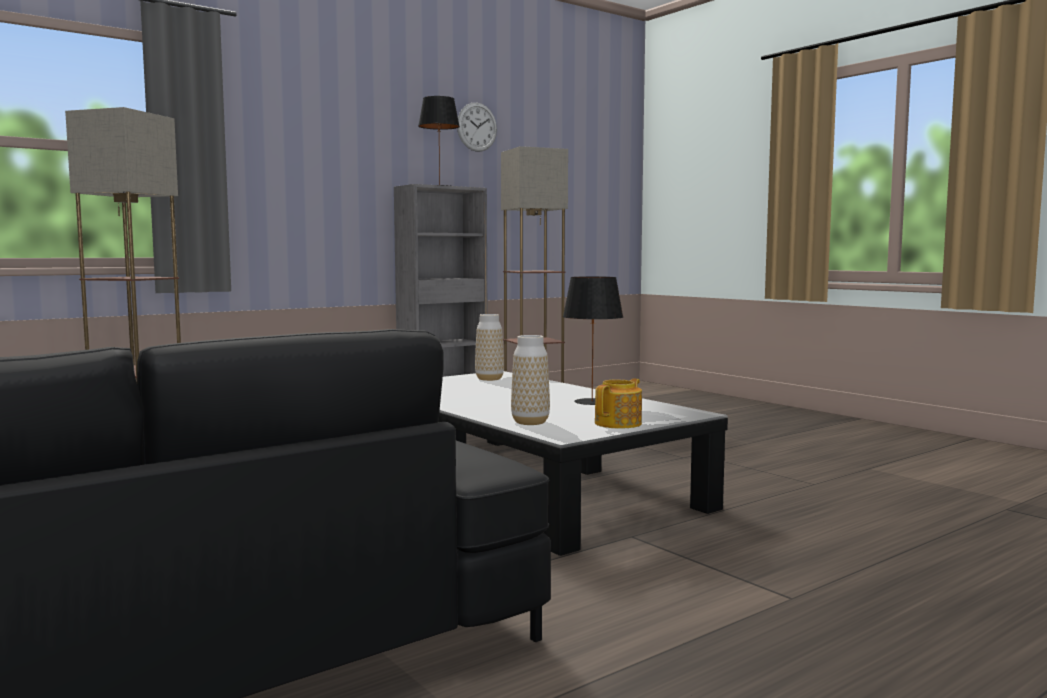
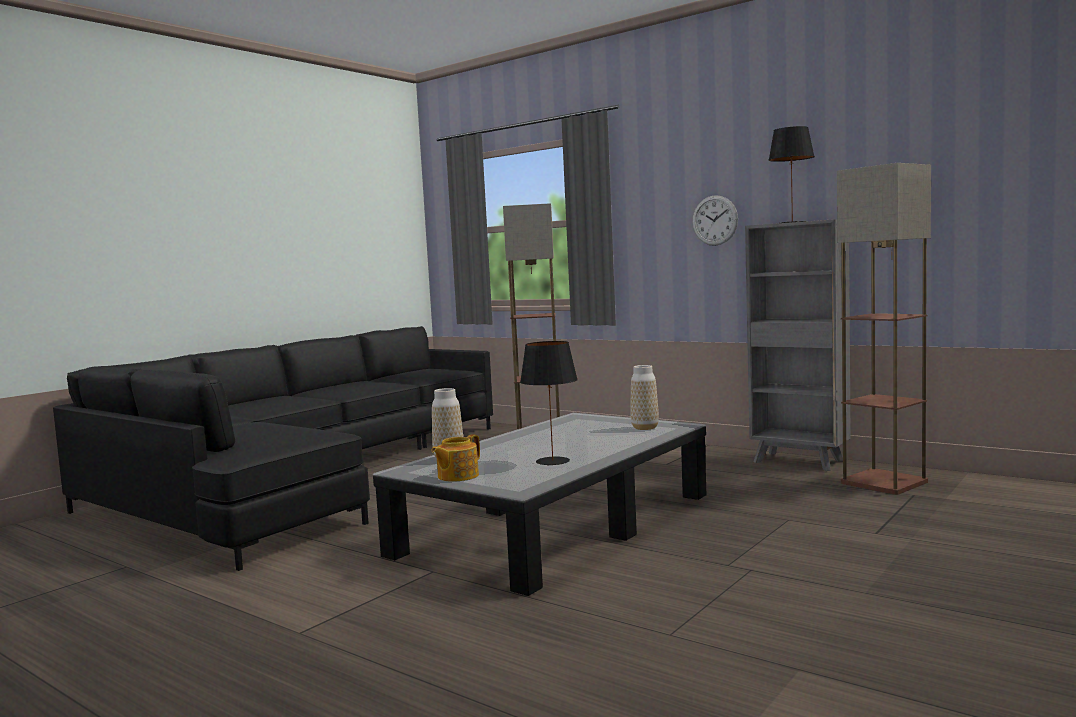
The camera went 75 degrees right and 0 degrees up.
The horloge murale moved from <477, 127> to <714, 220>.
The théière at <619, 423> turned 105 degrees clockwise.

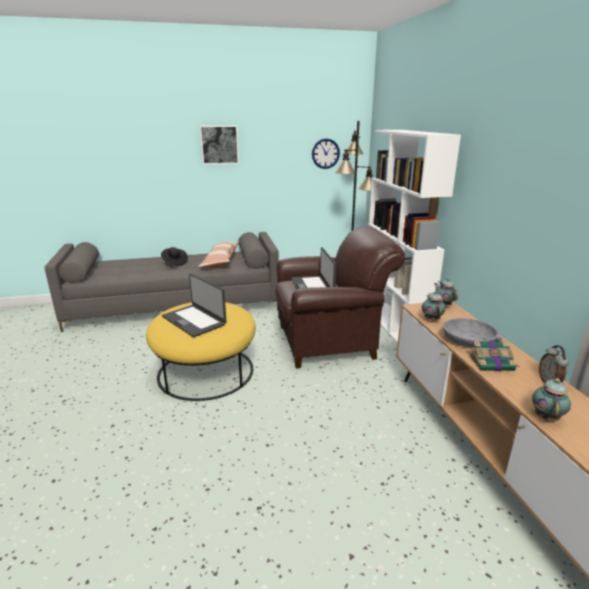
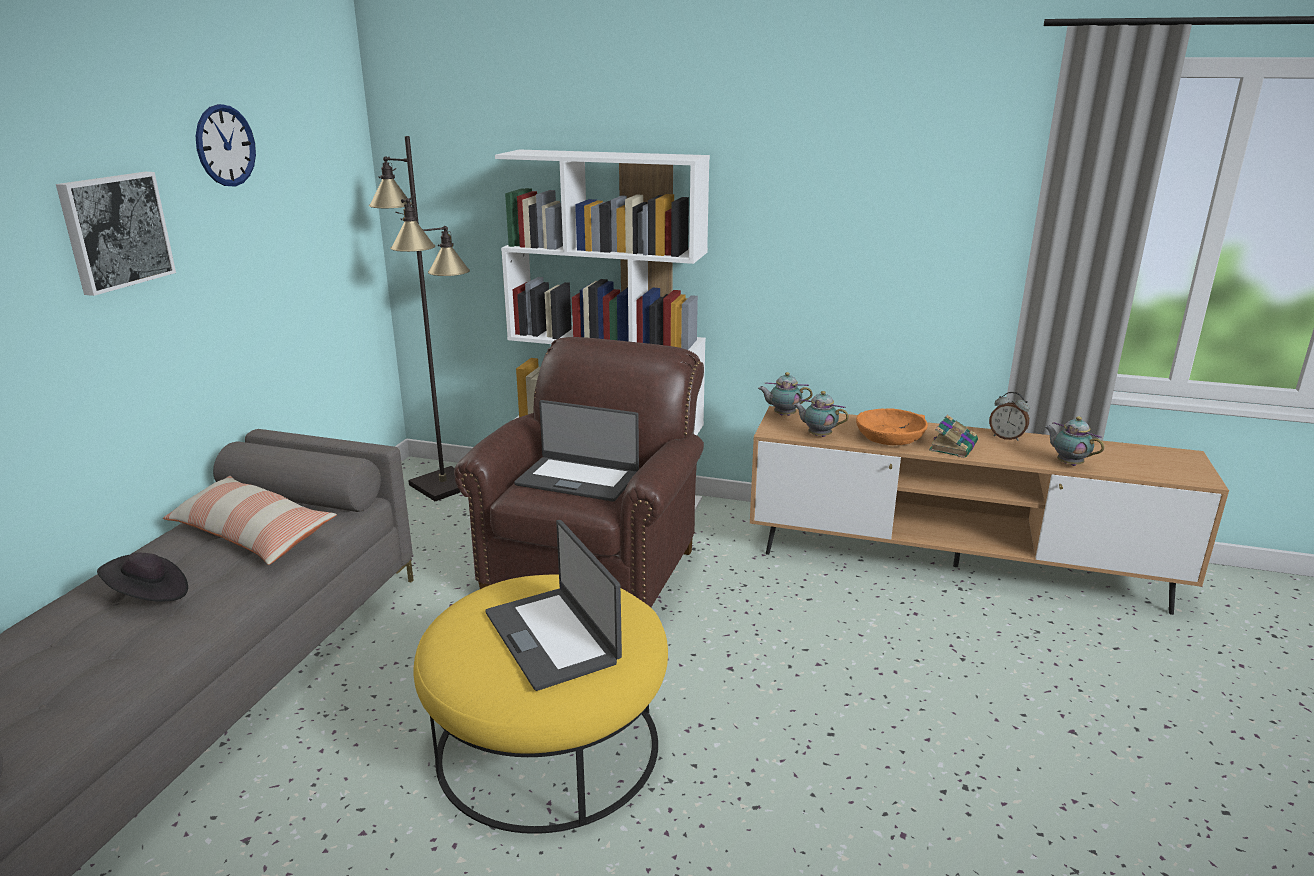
The camera went 60 degrees left and 0 degrees up.
The horloge murale moved from <325, 153> to <225, 145>.
The bol/gris at <468, 340> became the bol/orange at <890, 437>.
The ordinateur portable at <194, 320> turned 75 degrees clockwise.

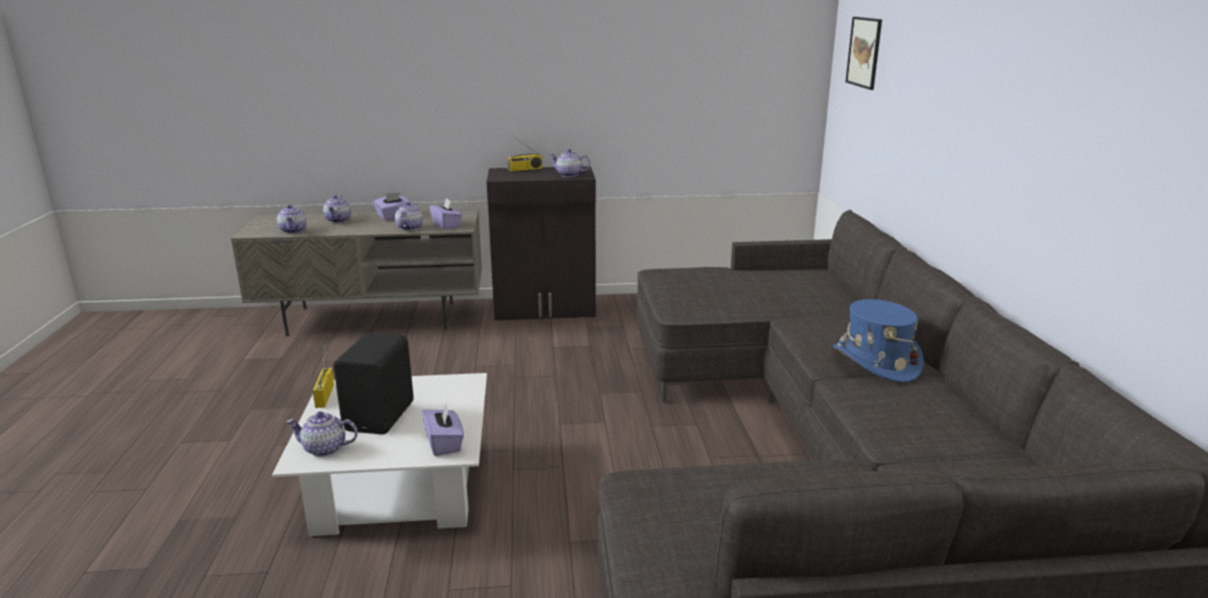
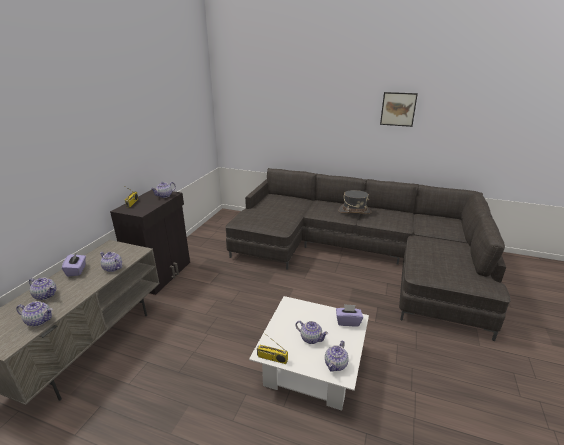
The camera went 65 degrees left and 5 degrees up.
The boîte à mouchoirs/violet at <446, 225> disappeared.
The tableau moved from <864, 52> to <398, 109>.
The enceinte/noir at <382, 416> was replaced by the théière at <311, 338>.
The chapeau/bleu at <875, 362> became the chapeau/gris at <354, 211>.

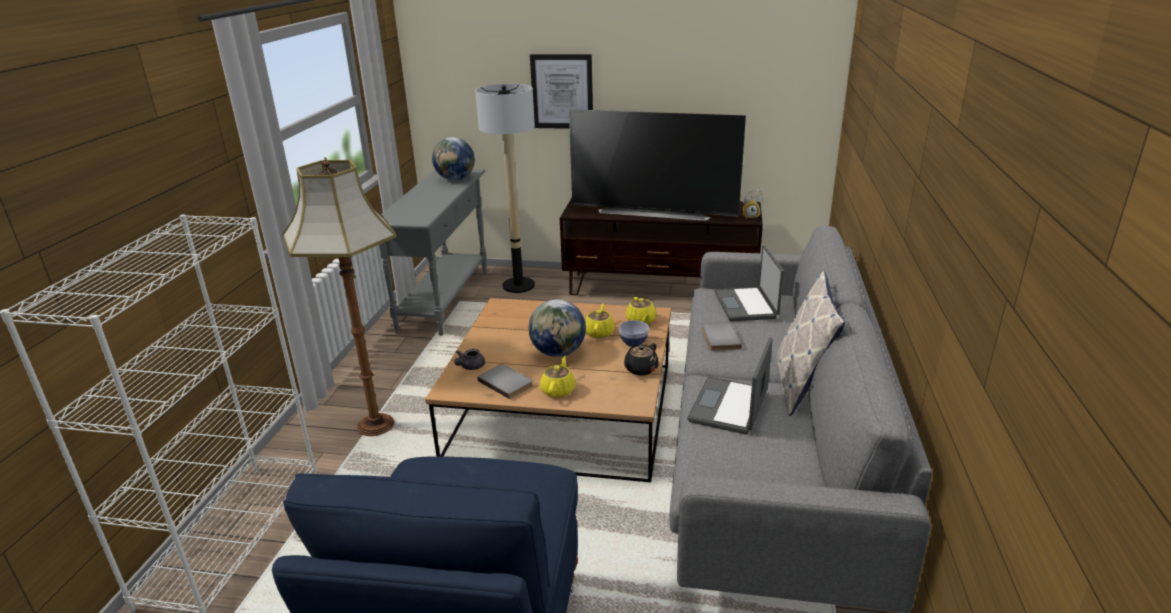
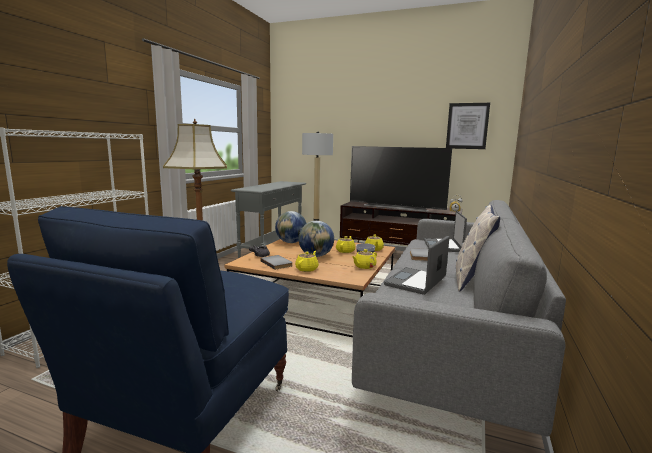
The camera went 10 degrees right and 15 degrees down.
The globe moved from <455, 179> to <291, 242>.
The tableau moved from <562, 91> to <467, 126>.
The théière/noir at <640, 369> became the théière/jaune at <364, 266>.

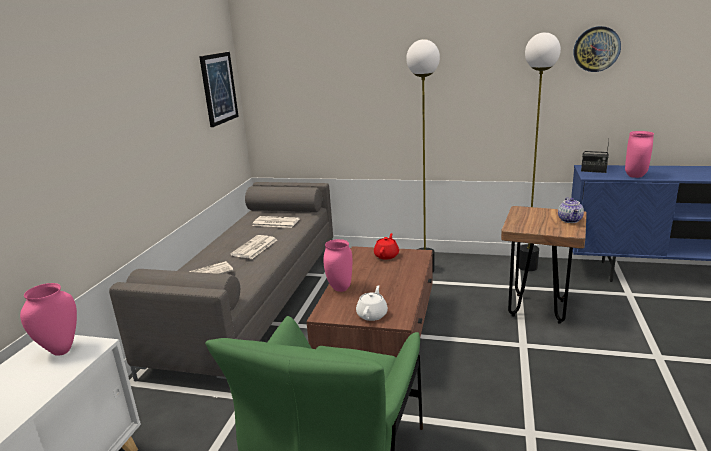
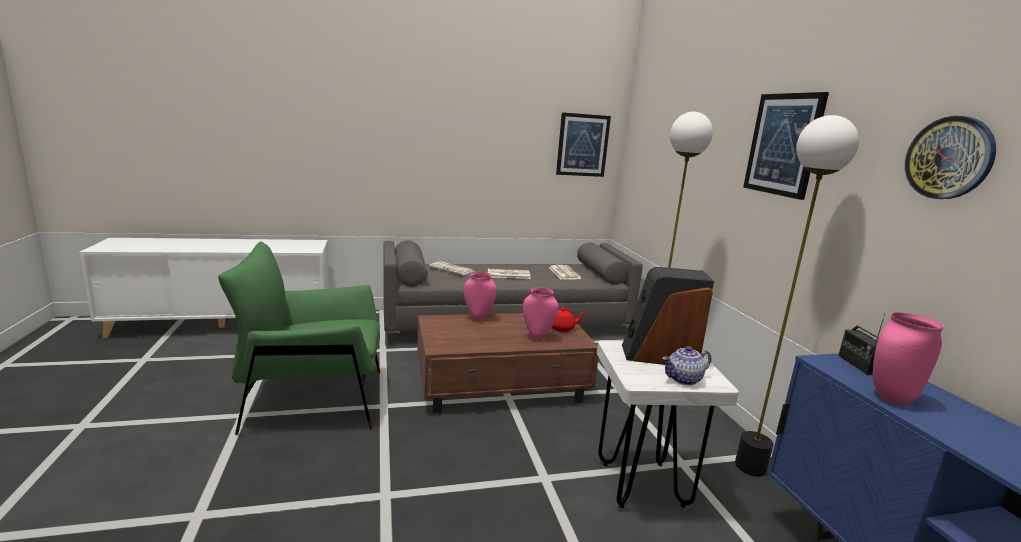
The camera went 60 degrees right and 5 degrees down.
The théière/blanc at <372, 314> disappeared.
The enceinte at <659, 355> appeared.
The tableau at <783, 144> appeared.
The vase/rose moved from <61, 351> to <537, 338>.
The tabouret/marron at <538, 308> became the tabouret/blanc at <642, 484>.

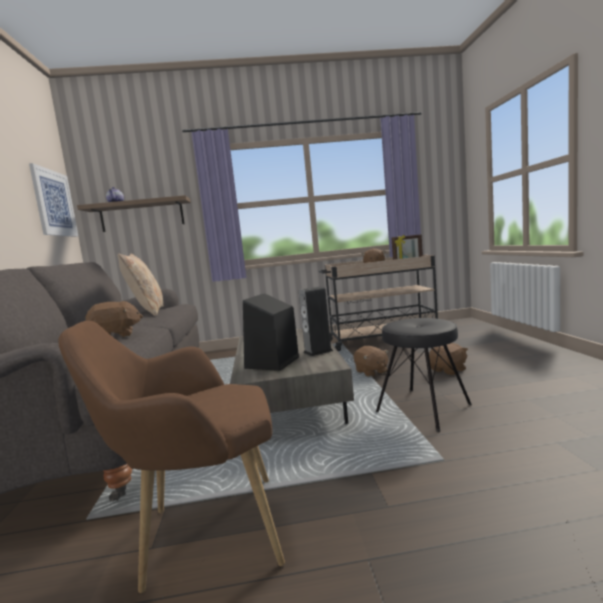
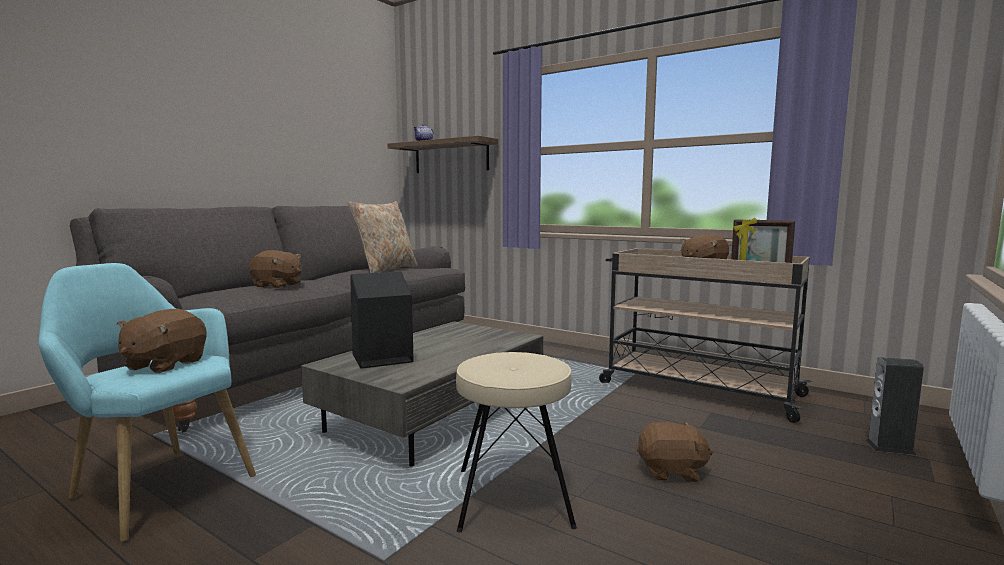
The camera went 40 degrees right and 0 degrees up.
The tableau at <54, 203> disappeared.
The enceinte moved from <318, 351> to <890, 447>.
The peluche/marron moved from <371, 372> to <164, 364>.
The fauteuil/marron at <202, 534> became the fauteuil/turquoise at <155, 486>.
The tabouret/noir at <424, 408> became the tabouret/beige at <514, 497>.

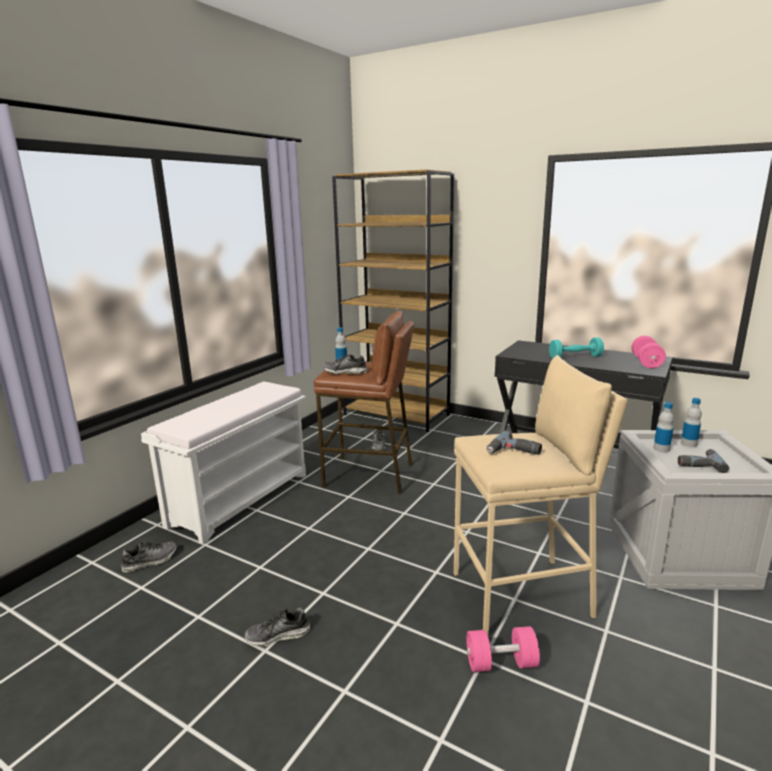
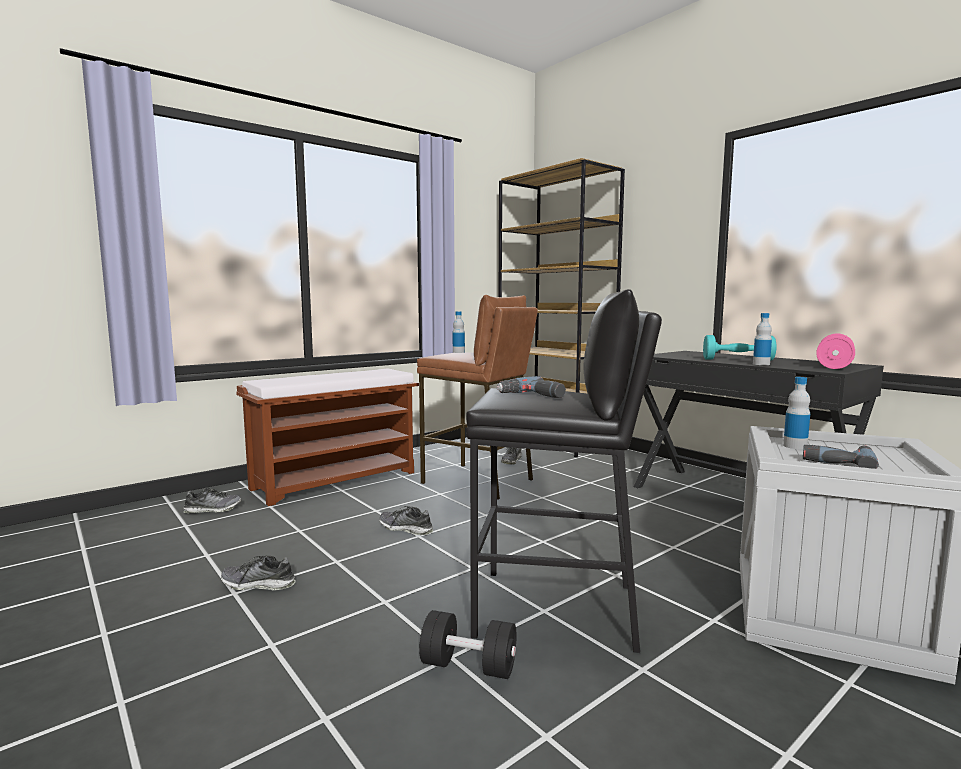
The camera went 20 degrees right and 10 degrees down.
The chaussure moved from <345, 372> to <406, 529>.
The bouteille moved from <688, 444> to <761, 364>.
The banc/blanc at <241, 498> became the banc/marron at <336, 480>.
The tabouret/beige at <522, 596> became the tabouret/noir at <557, 609>.
The haltère/rose at <501, 663> became the haltère/noir at <468, 666>.

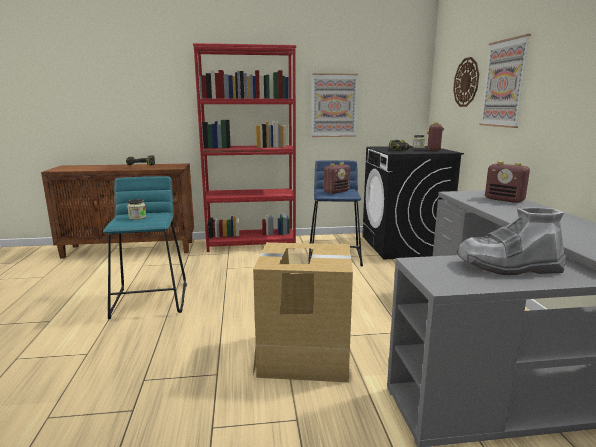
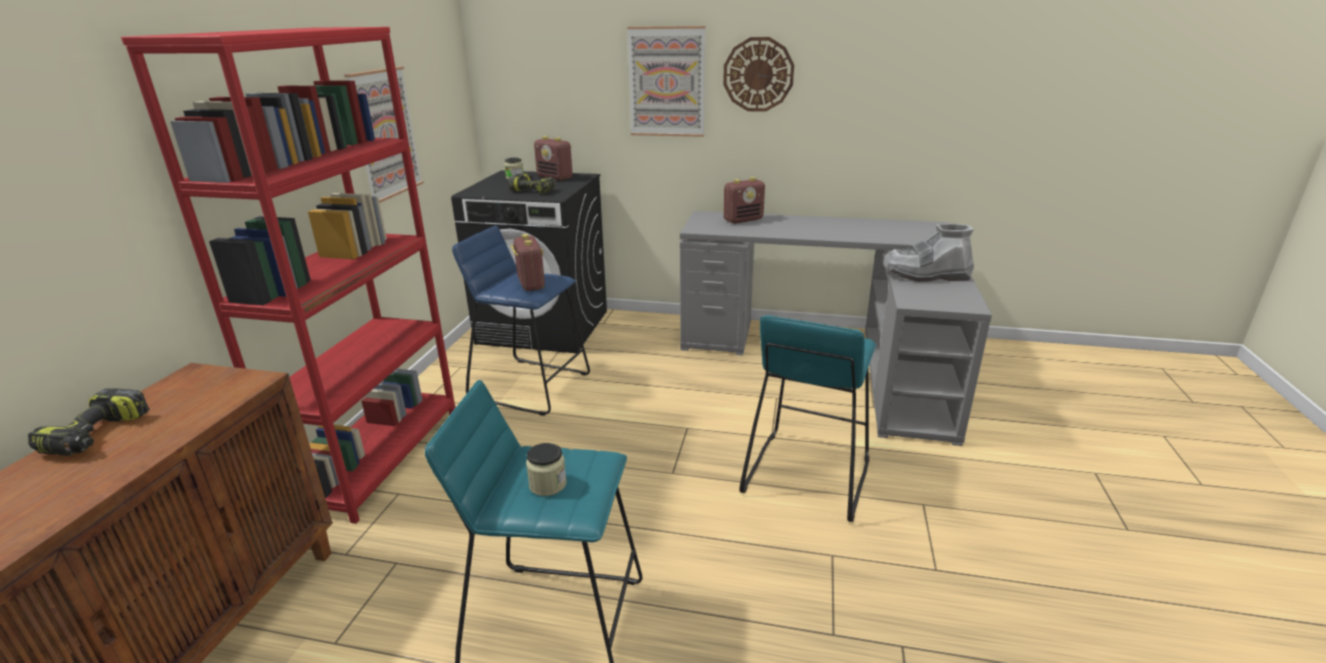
The camera went 70 degrees left and 10 degrees up.
The horloge murale moved from <466, 82> to <758, 74>.
The carton at <304, 355> was replaced by the tabouret/turquoise at <806, 475>.
The botte/gris at <508, 267> turned 75 degrees clockwise.

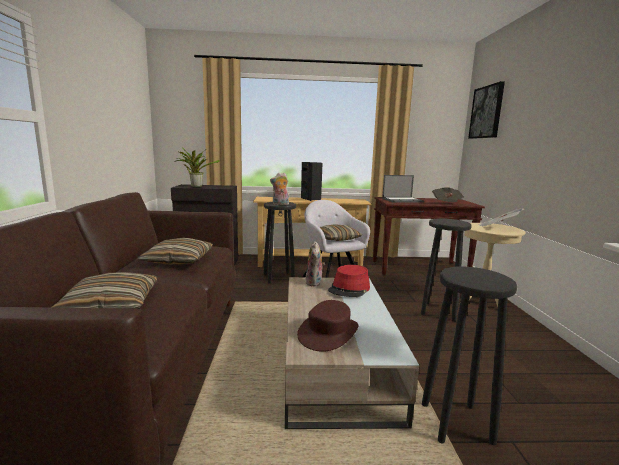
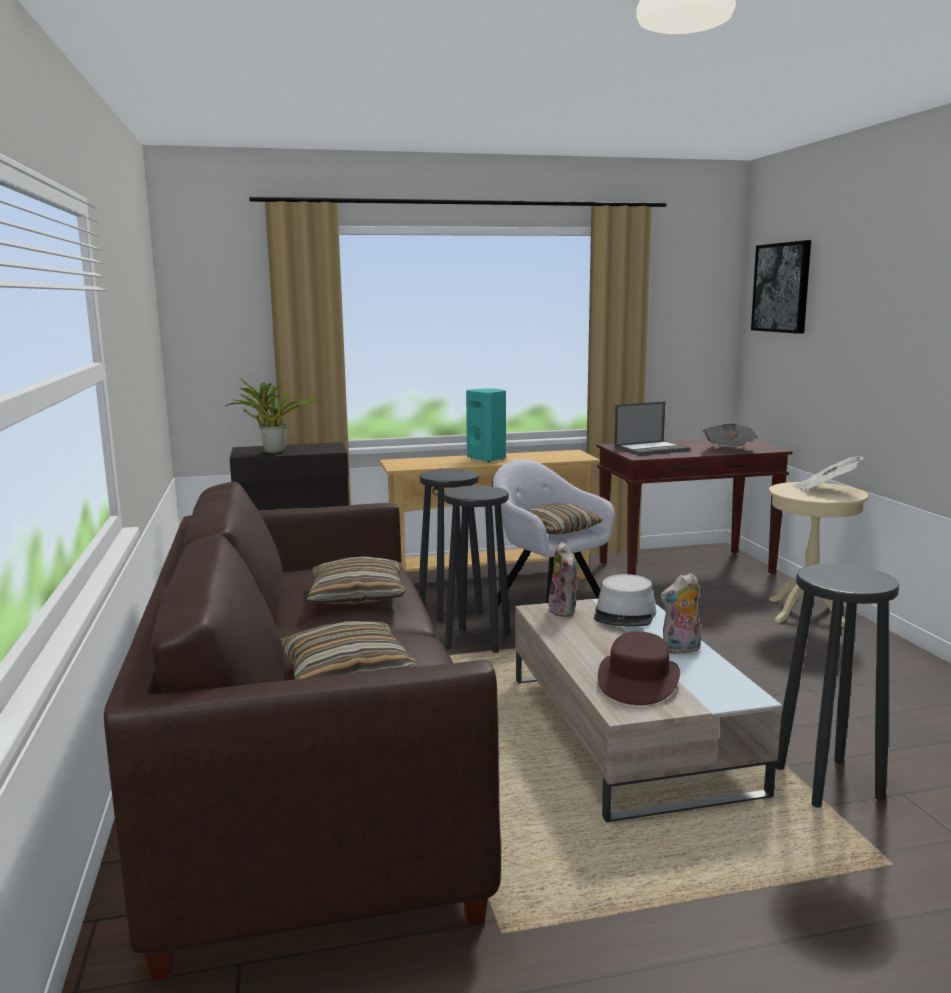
The camera went 10 degrees left and 0 degrees up.
The peluche moved from <280, 204> to <681, 650>.
The tabouret/noir moved from <439, 311> to <477, 640>.
The enceinte/noir at <311, 199> became the enceinte/turquoise at <488, 458>.
The chapeau/rouge at <349, 289> became the chapeau/gris at <625, 614>.

